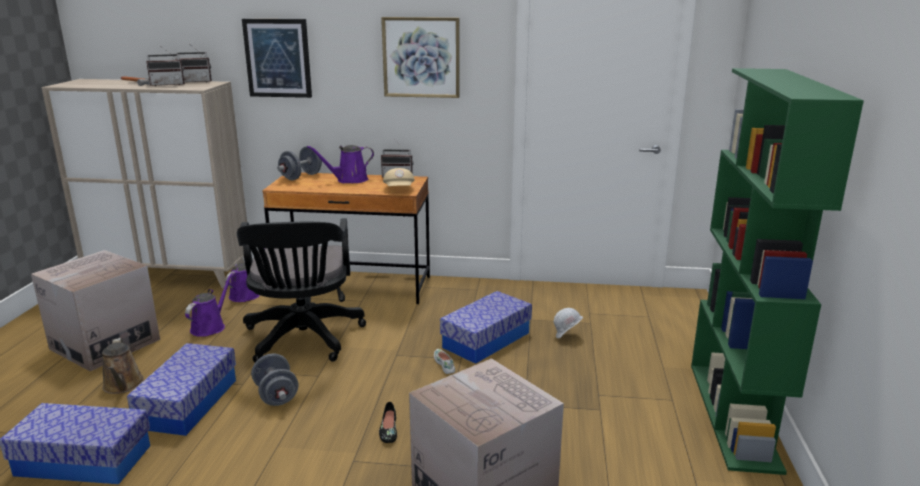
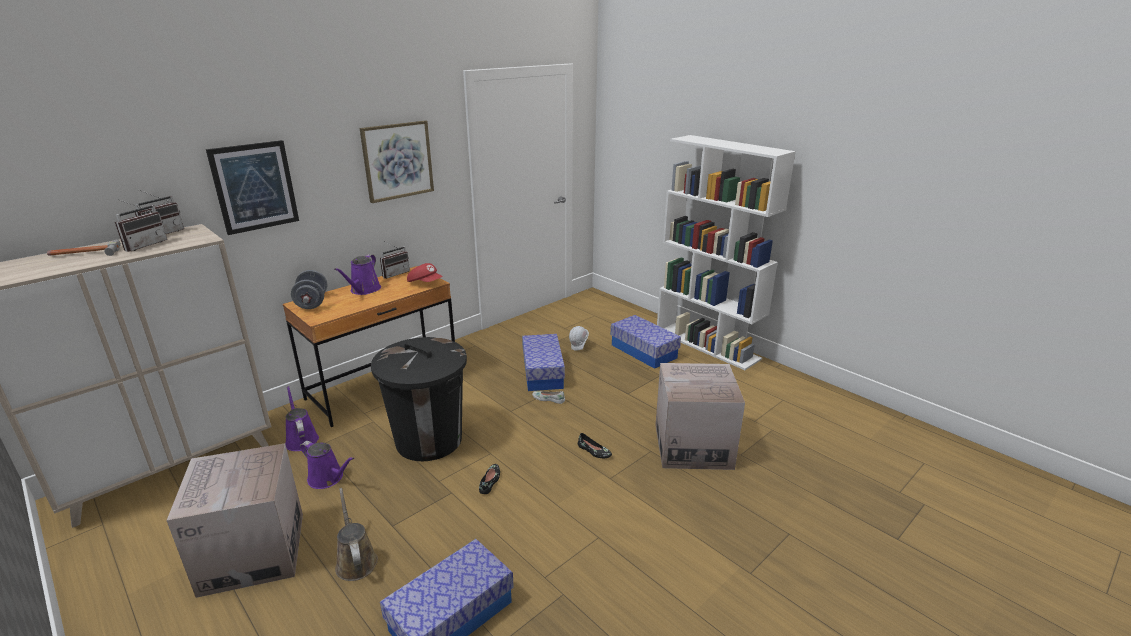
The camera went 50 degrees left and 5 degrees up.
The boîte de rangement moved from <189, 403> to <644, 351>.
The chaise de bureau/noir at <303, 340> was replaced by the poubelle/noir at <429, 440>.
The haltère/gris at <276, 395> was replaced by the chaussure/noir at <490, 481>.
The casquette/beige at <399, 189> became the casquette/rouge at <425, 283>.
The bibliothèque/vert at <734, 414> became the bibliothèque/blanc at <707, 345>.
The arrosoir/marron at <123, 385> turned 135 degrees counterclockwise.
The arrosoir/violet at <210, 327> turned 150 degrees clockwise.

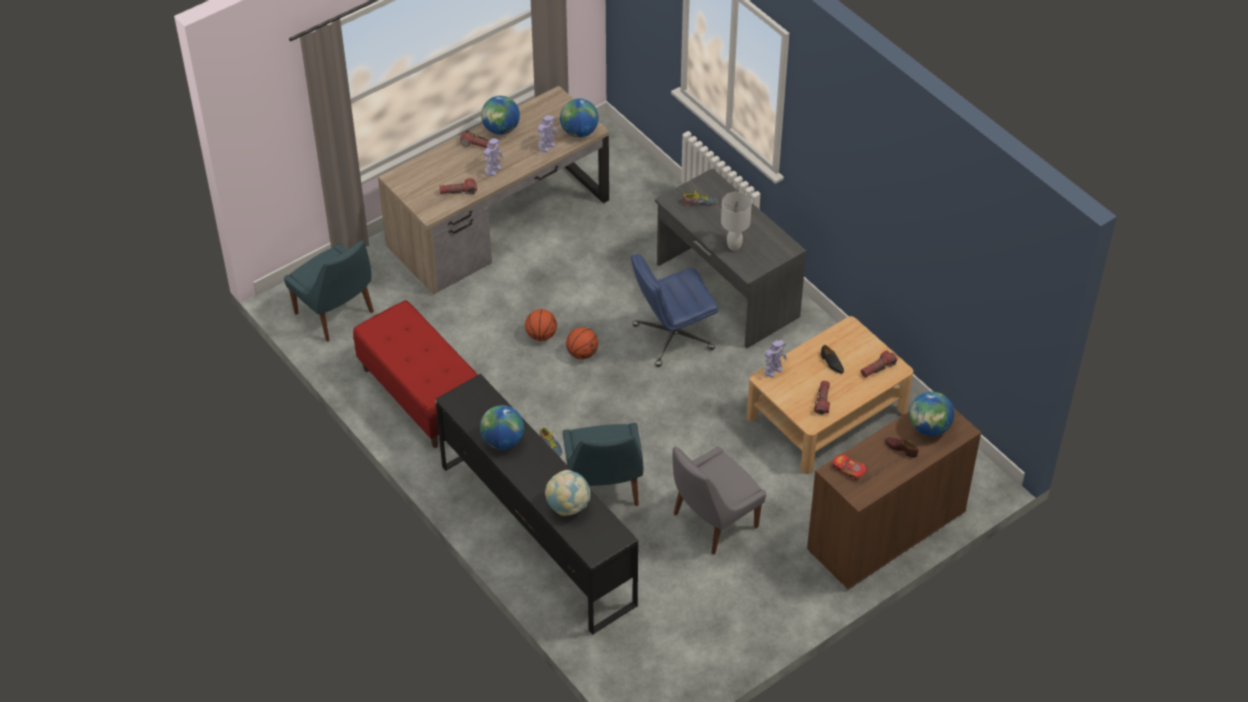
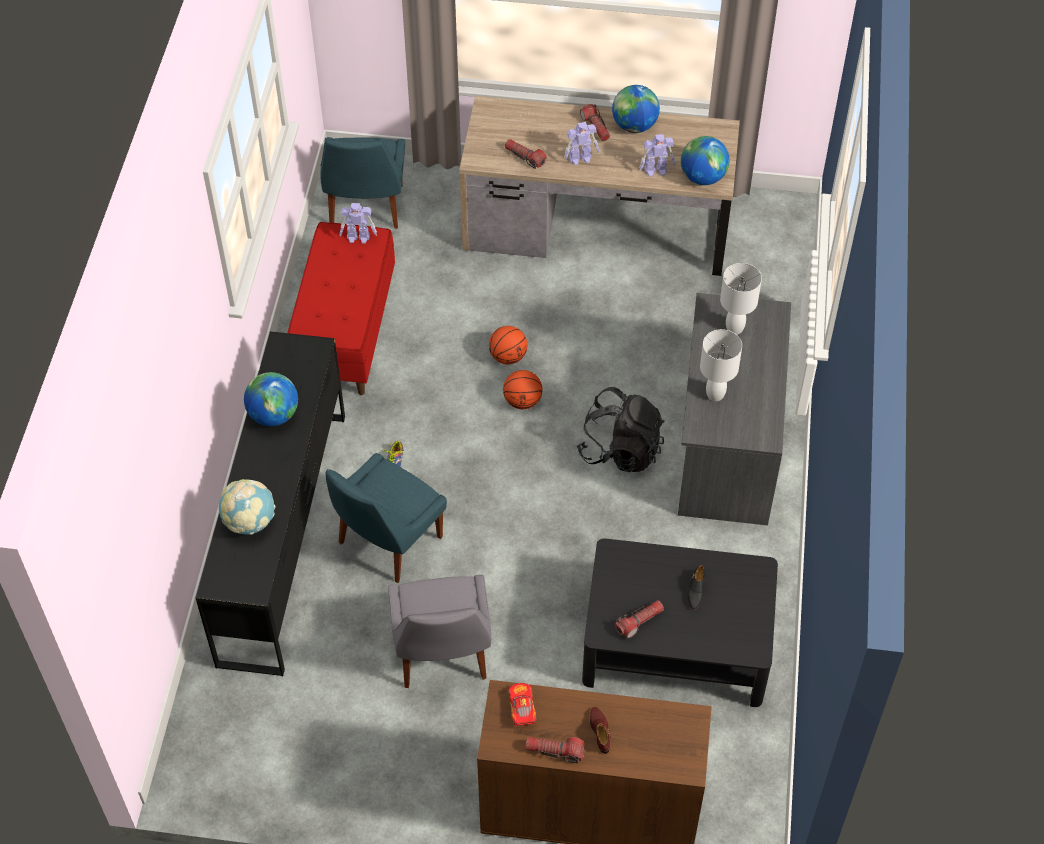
The camera went 45 degrees right and 5 degrees up.
The globe at <929, 428> disappeared.
The robot jouet moved from <773, 370> to <359, 237>.
The lampe de poche moved from <878, 368> to <555, 751>.
The chaise de bureau/bleu at <672, 338> was replaced by the sac à dos/noir at <621, 450>.
The chaussure at <700, 203> was replaced by the lampe de table/blanc at <734, 328>.
The table basse/beige at <827, 413> became the table basse/noir at <676, 642>.
The chaise/gris at <712, 522> turned 105 degrees counterclockwise.

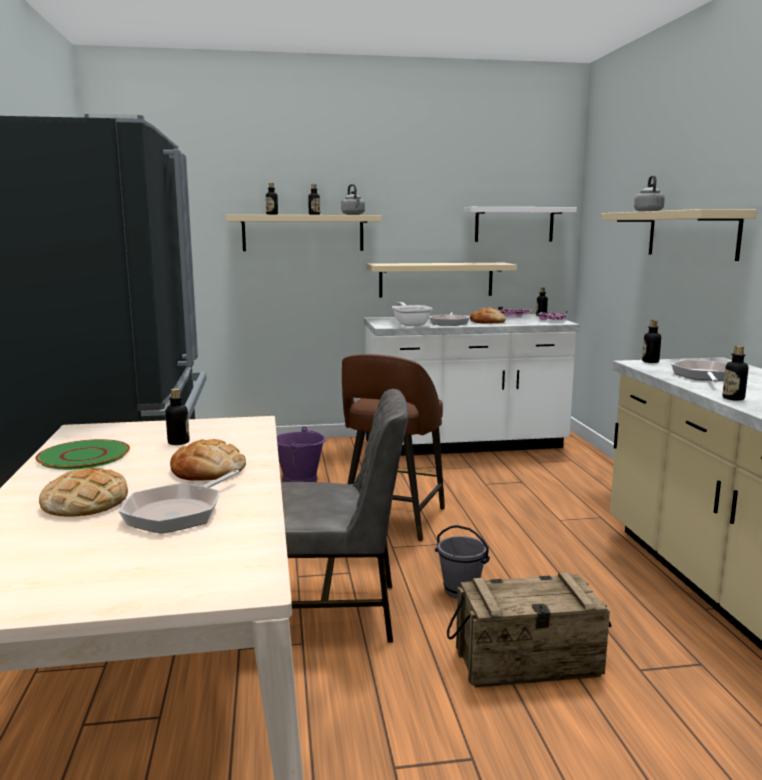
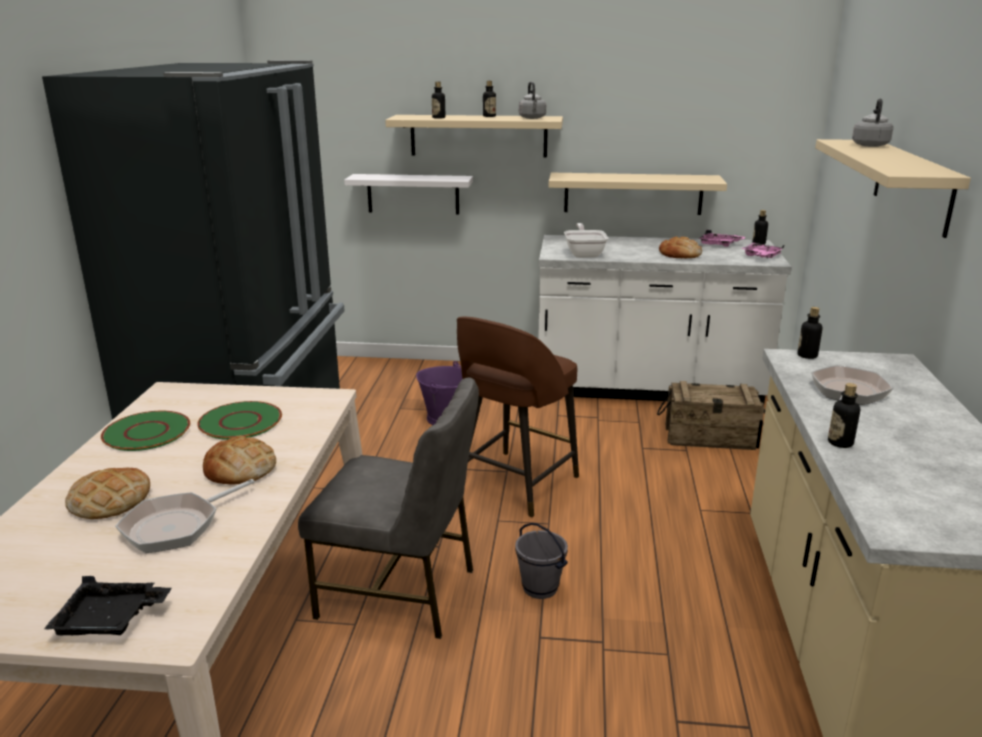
The camera went 15 degrees right and 10 degrees up.
The poêle at <449, 323> disappeared.
The plateau/noir at <110, 620> appeared.
The caisse moved from <527, 662> to <710, 437>.
The étagère/blanc moved from <514, 224> to <413, 194>.
The bouteille at <178, 442> was replaced by the assiette/vert at <240, 422>.

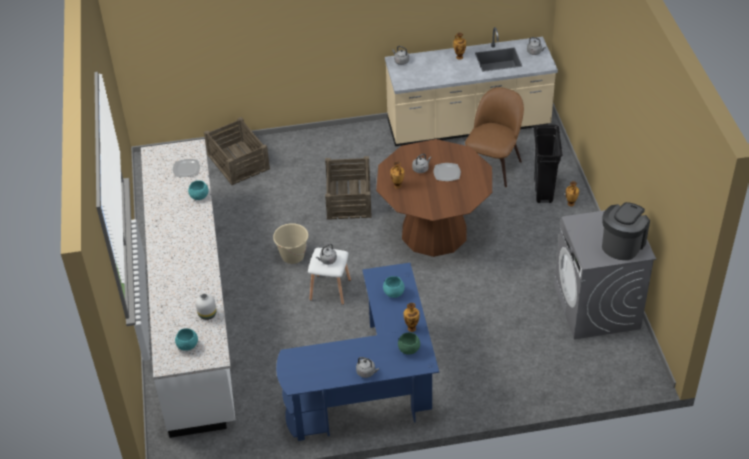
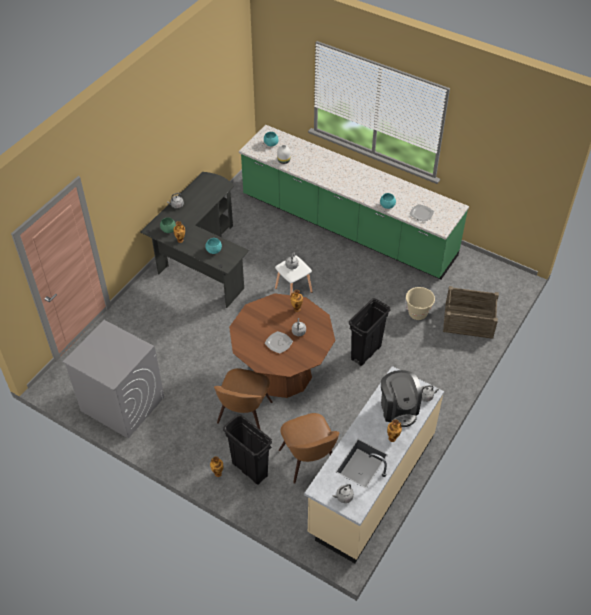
The camera went 130 degrees right and 5 degrees up.
The chaise/marron at <244, 414> appeared.
The seau/beige moved from <292, 256> to <417, 313>.
The machine à café moved from <622, 244> to <398, 408>.
The caisse at <349, 198> was replaced by the poubelle/noir at <365, 353>.
The comptoir de cuisine/blanc at <194, 309> became the comptoir de cuisine/vert at <347, 226>.
The bureau/bleu at <372, 389> became the bureau/noir at <201, 260>.

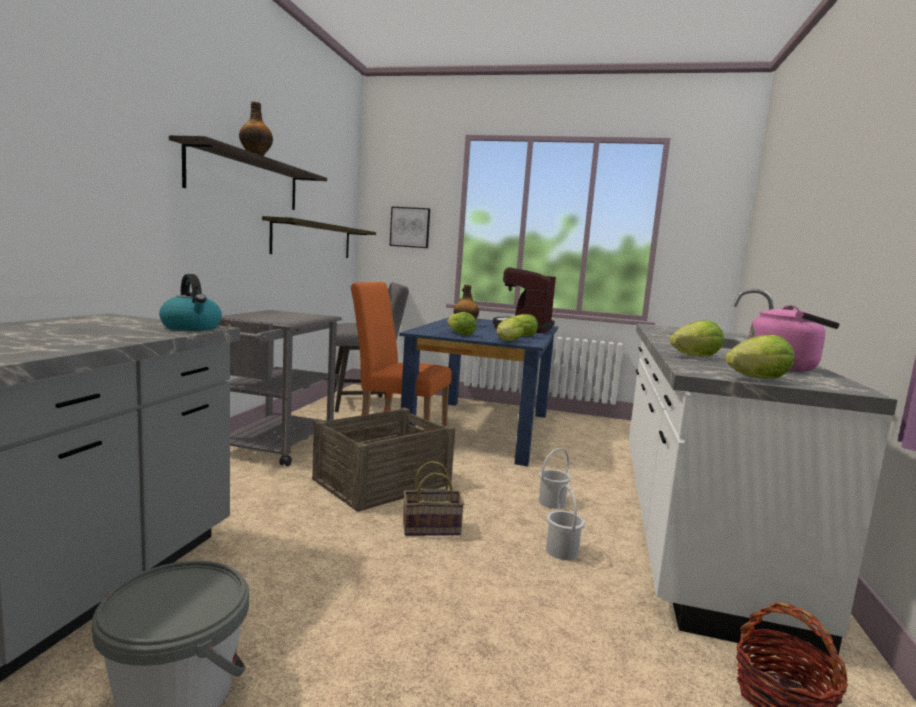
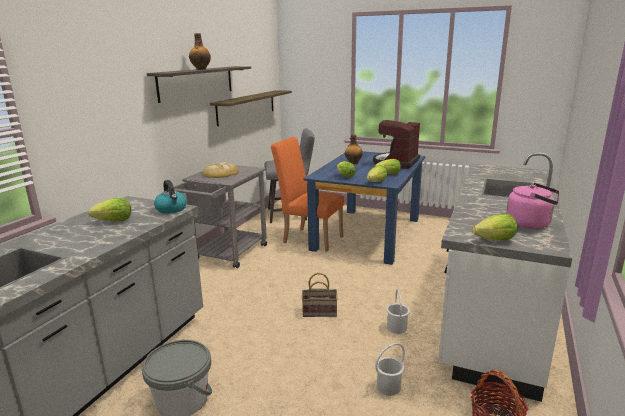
The camera went 10 degrees right and 10 degrees up.
The caisse at <383, 482> disappeared.
The tableau at <410, 227> disappeared.
The pain at <220, 173> appeared.
The seau/blanc moved from <552, 502> to <389, 387>.
The laitue moved from <695, 357> to <114, 221>.

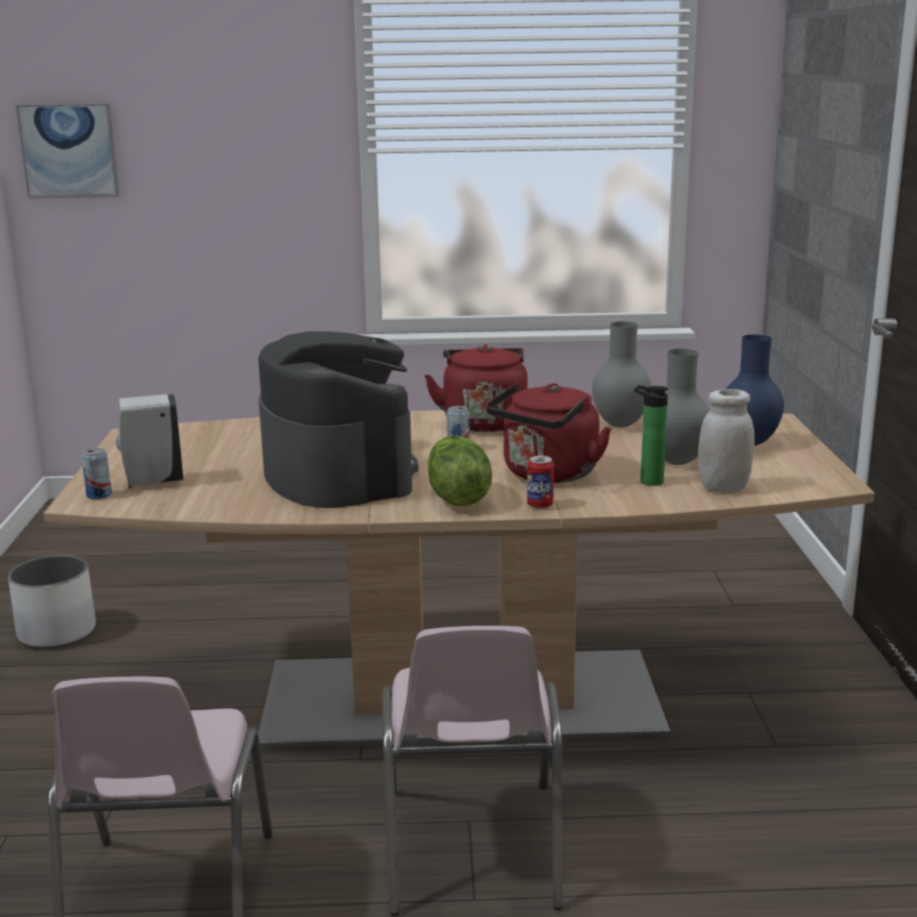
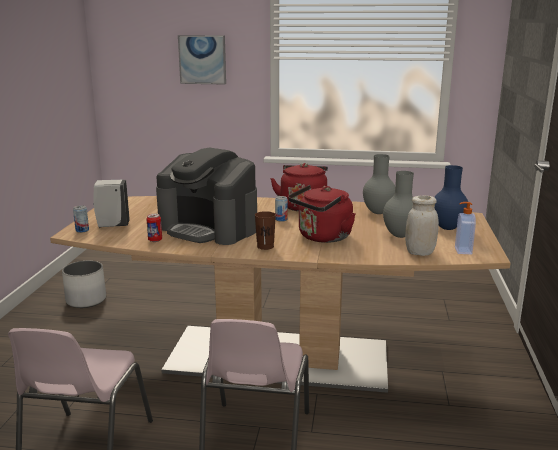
The camera went 10 degrees right and 0 degrees up.
The bouteille at <648, 481> disappeared.
The distributeur de savon at <462, 250> appeared.
The tableau moved from <69, 151> to <202, 59>.
The boîte métallique moved from <540, 505> to <155, 240>.
The laitue at <456, 498> was replaced by the tasse/marron at <265, 246>.
The machine à café at <337, 474> turned 135 degrees clockwise.

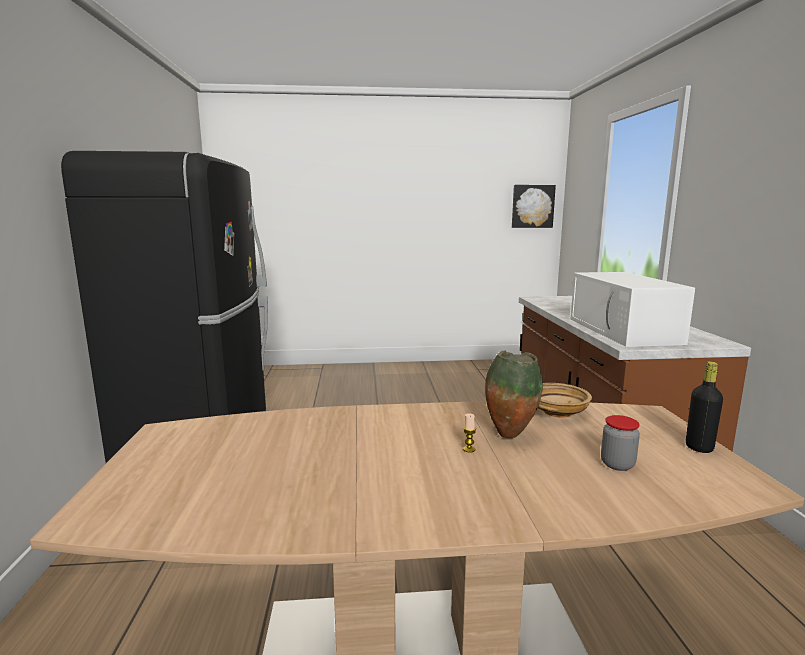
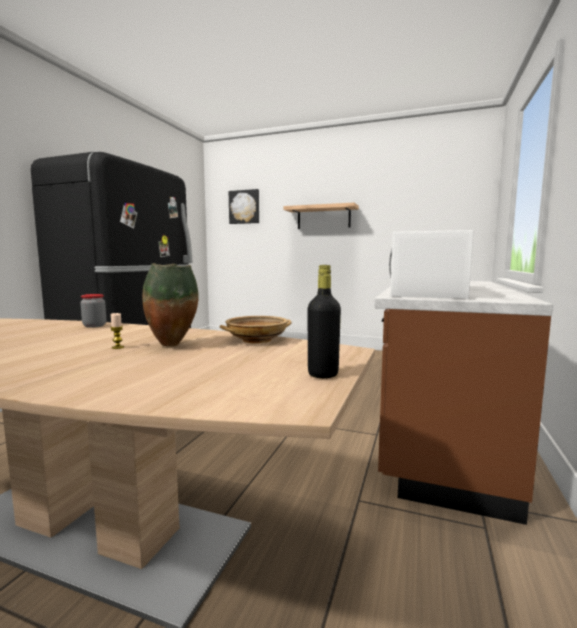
The camera went 25 degrees right and 5 degrees down.
The étagère at <323, 217> appeared.
The tableau moved from <532, 206> to <244, 207>.
The bocal moved from <617, 464> to <94, 326>.

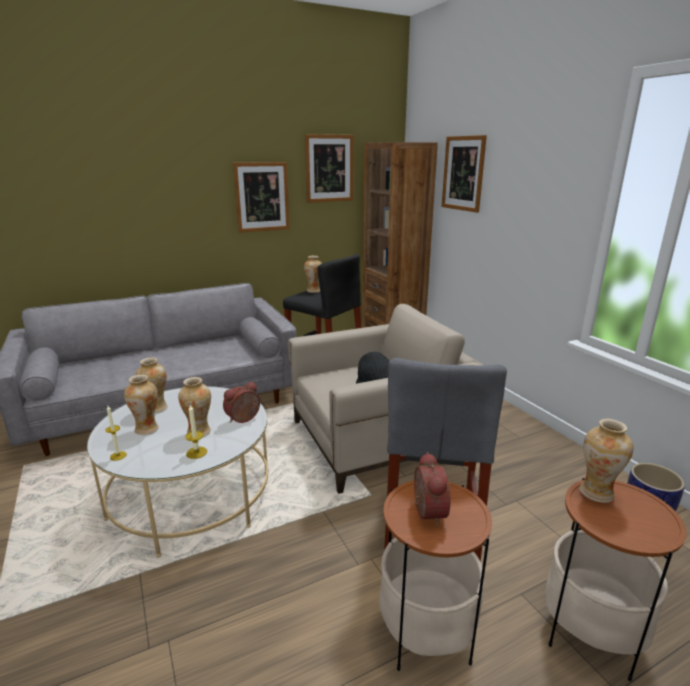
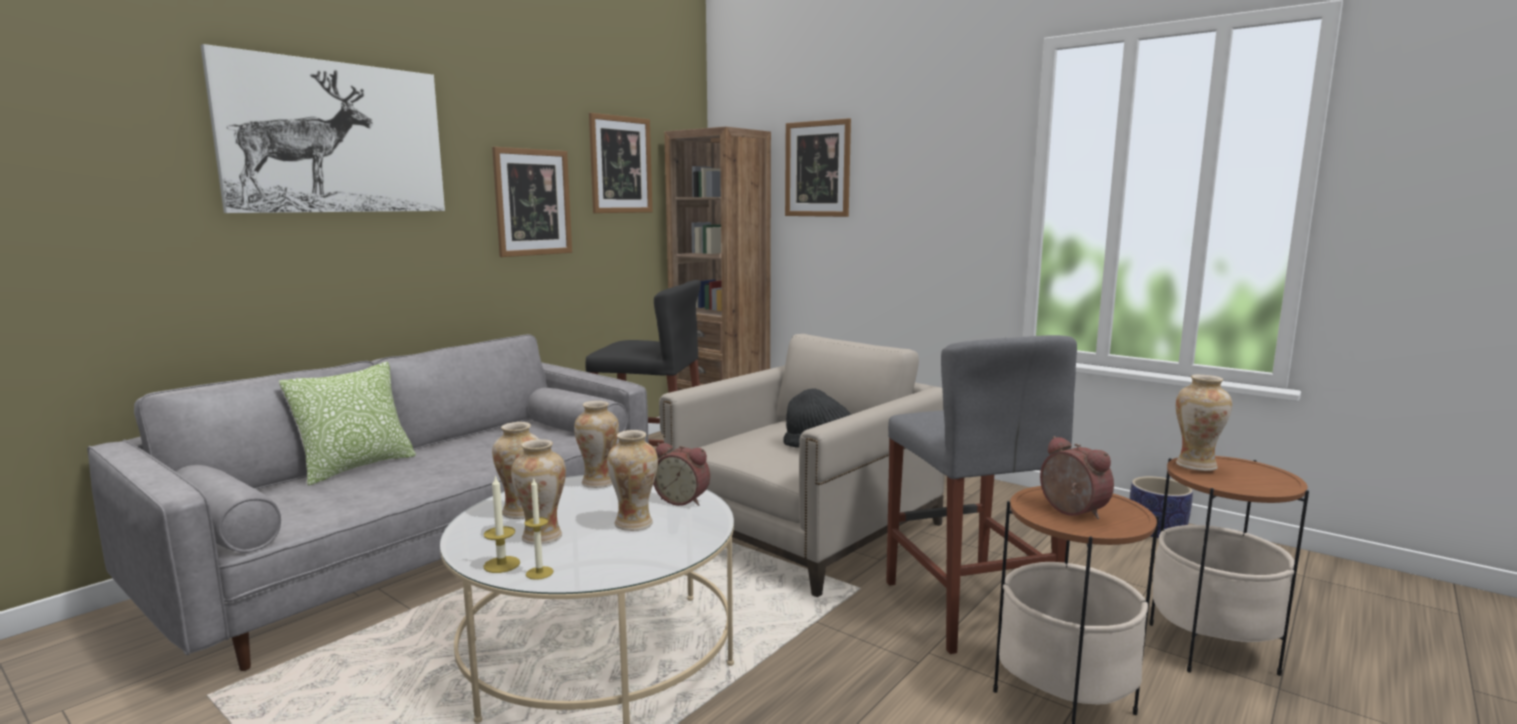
The camera went 25 degrees left and 10 degrees down.
The tableau at <335, 138> appeared.
The coussin at <356, 467> appeared.
The bougie moved from <196, 452> to <501, 564>.
The vase moved from <313, 291> to <598, 482>.
The réveil at <244, 419> turned 90 degrees counterclockwise.

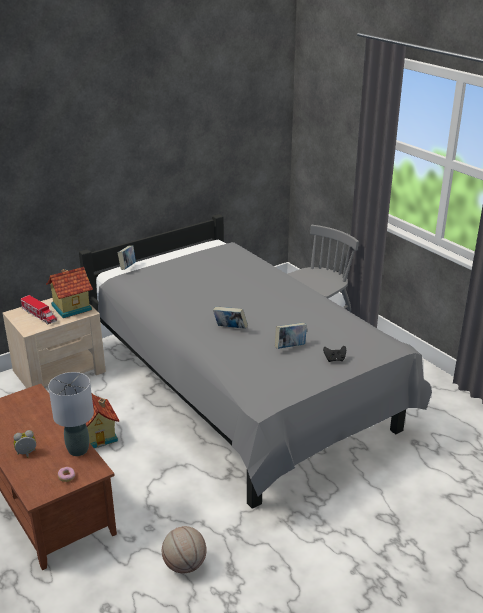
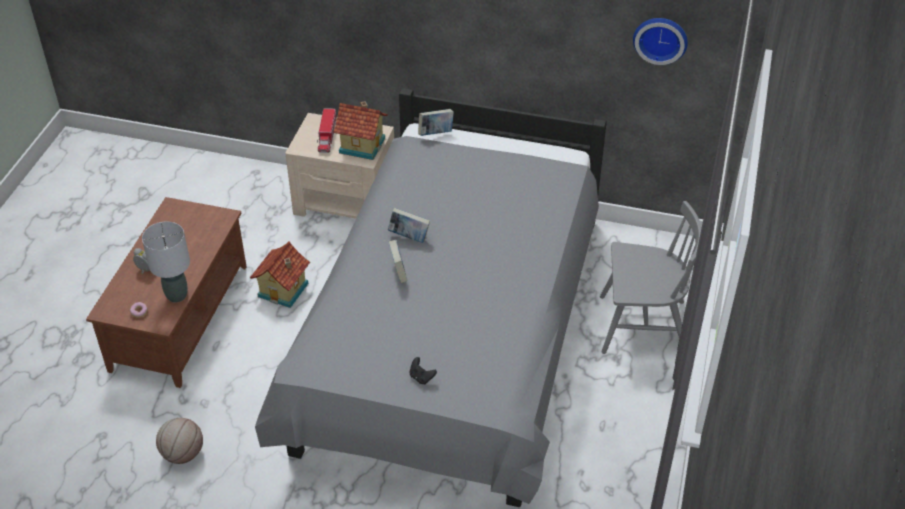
The camera went 50 degrees right and 15 degrees up.
The horloge murale at <660, 38> appeared.
The livre moved from <290, 347> to <409, 237>.

